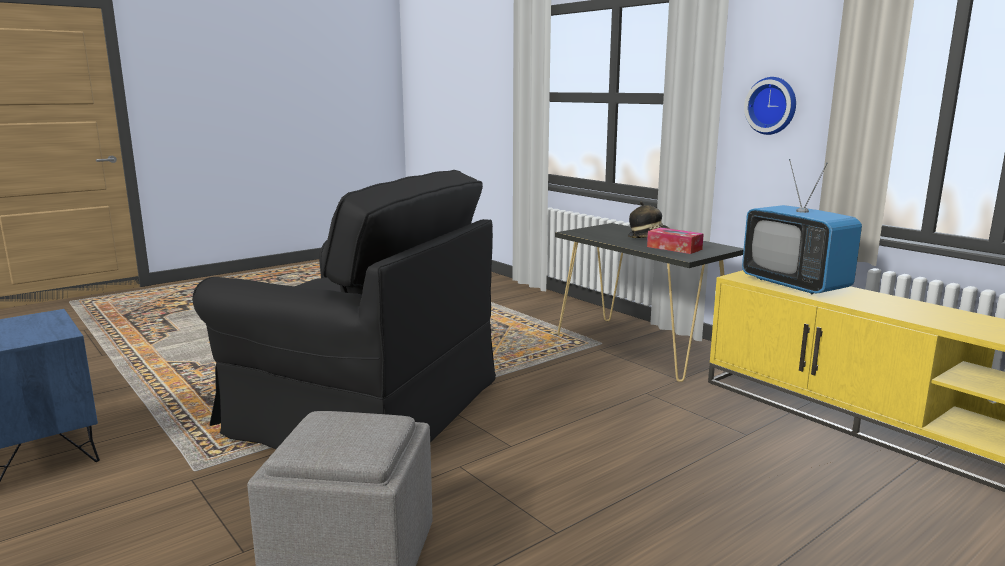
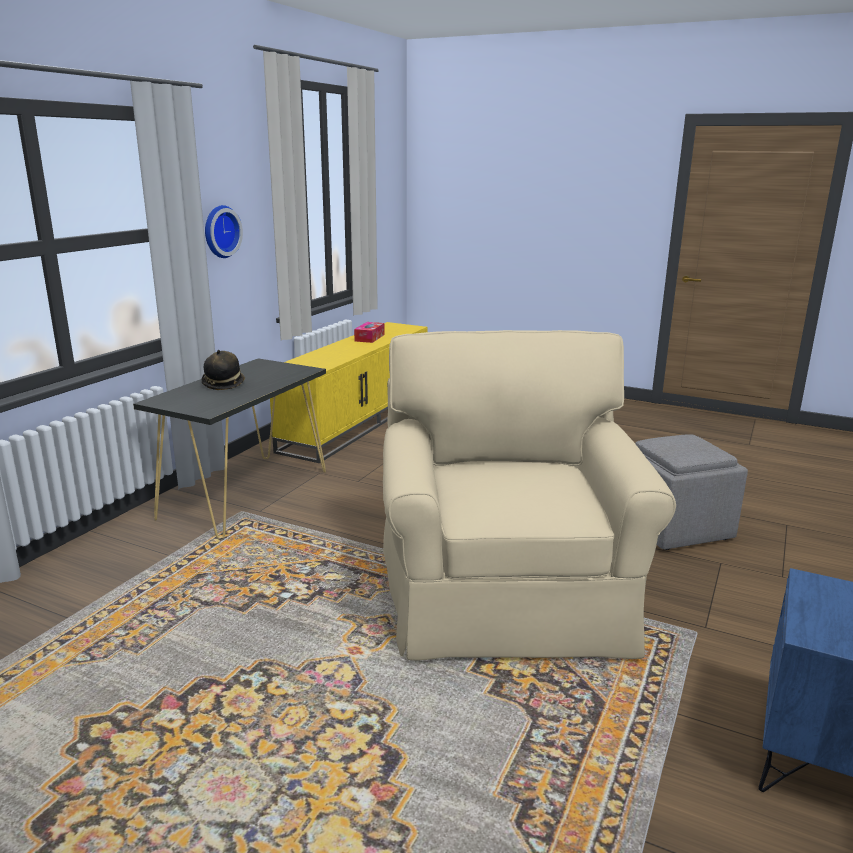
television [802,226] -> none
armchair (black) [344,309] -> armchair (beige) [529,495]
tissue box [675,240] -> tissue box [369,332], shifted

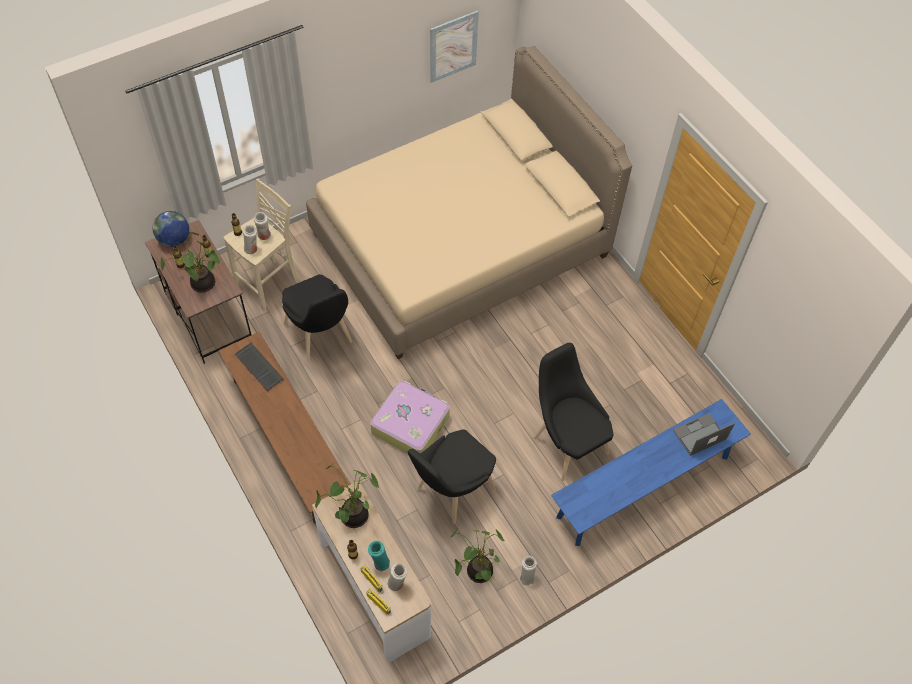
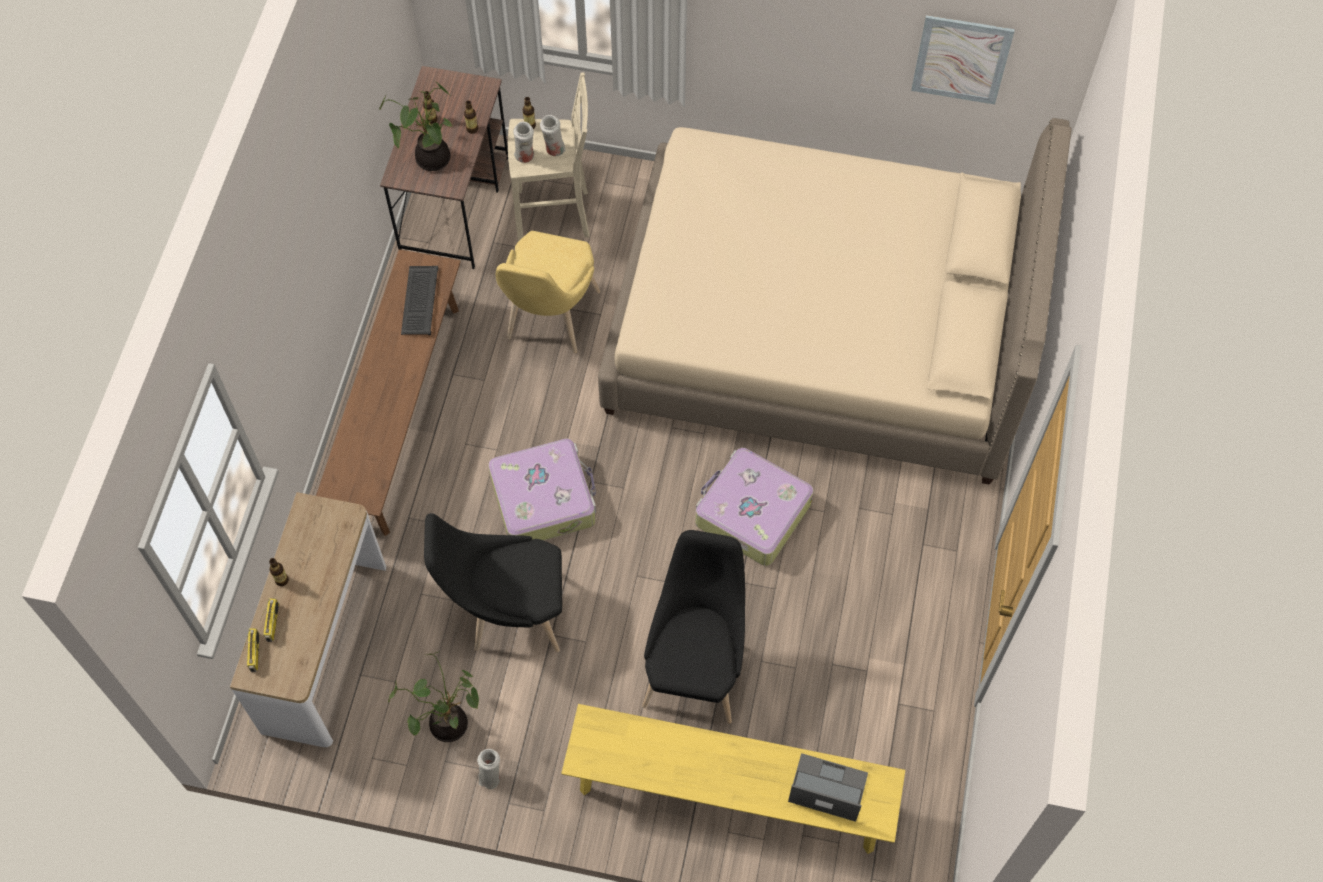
globe [171,229] -> none
chair (black) [317,318] -> chair (yellow) [548,292]
bench (blue) [651,472] -> bench (yellow) [733,779]
potted plant [347,495] -> none
vase (turquoise) [379,556] -> none
vase (white) [397,577] -> none
none -> suitcase [754,507]

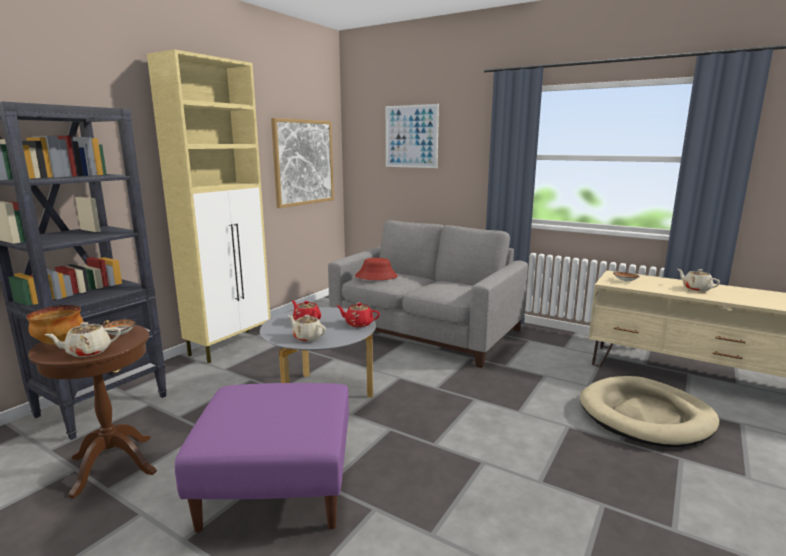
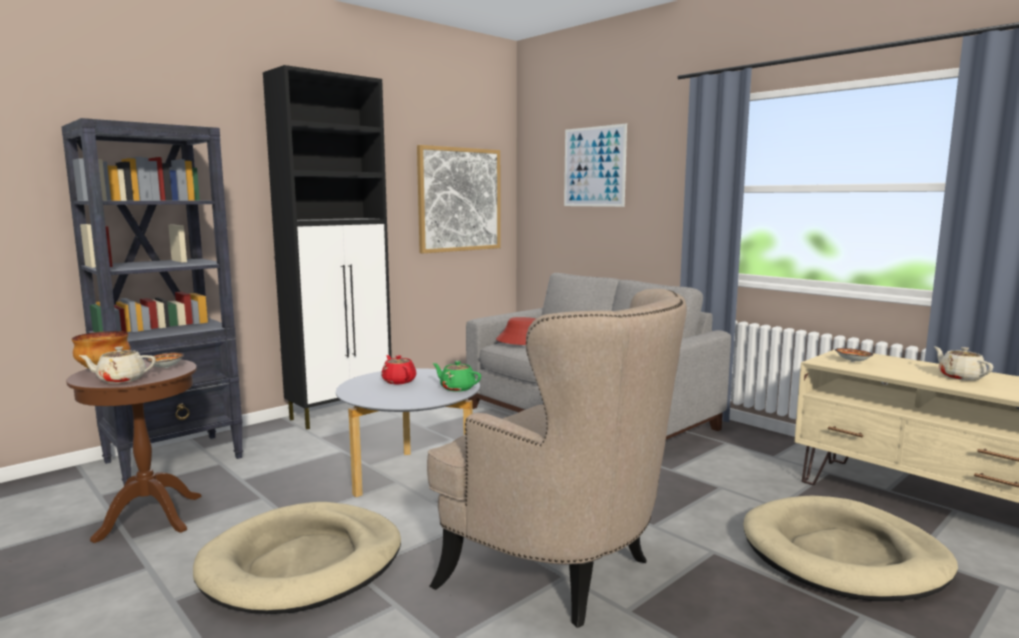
cabinet (beige) [209,206] -> cabinet (black) [327,247]
teapot (red) [358,315] -> teapot (green) [457,376]
teapot (beige) [307,328] -> none
ottoman (purple) [262,458] -> dog bed (beige) [297,558]
none -> armchair (beige) [557,458]

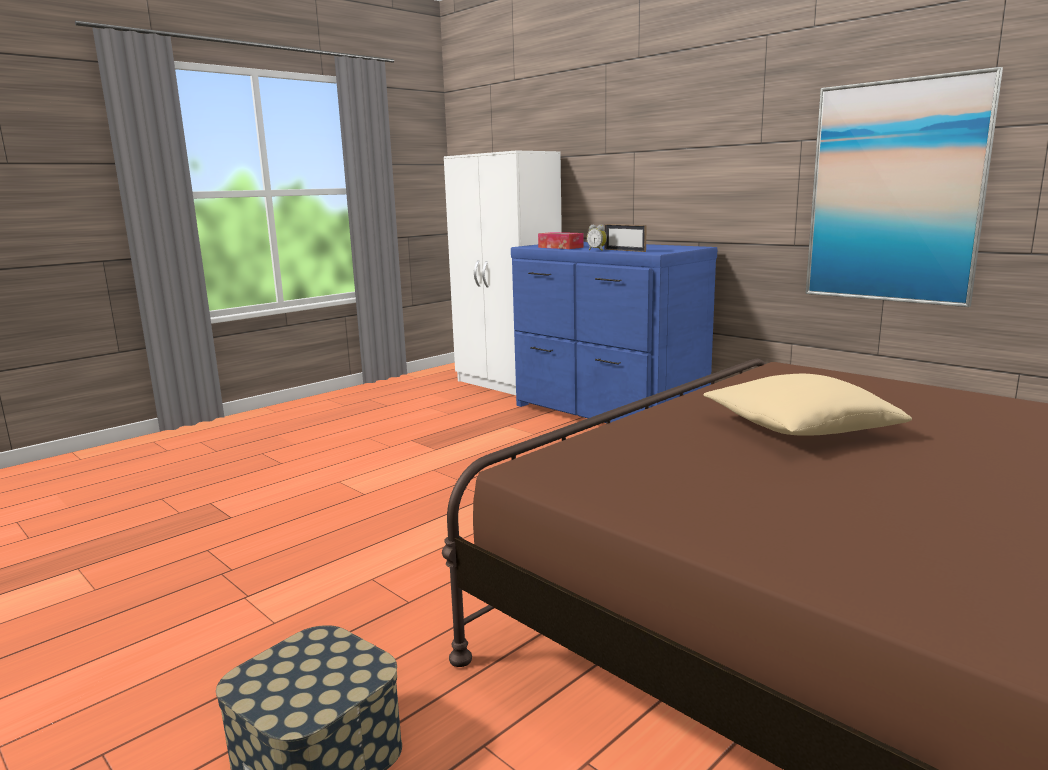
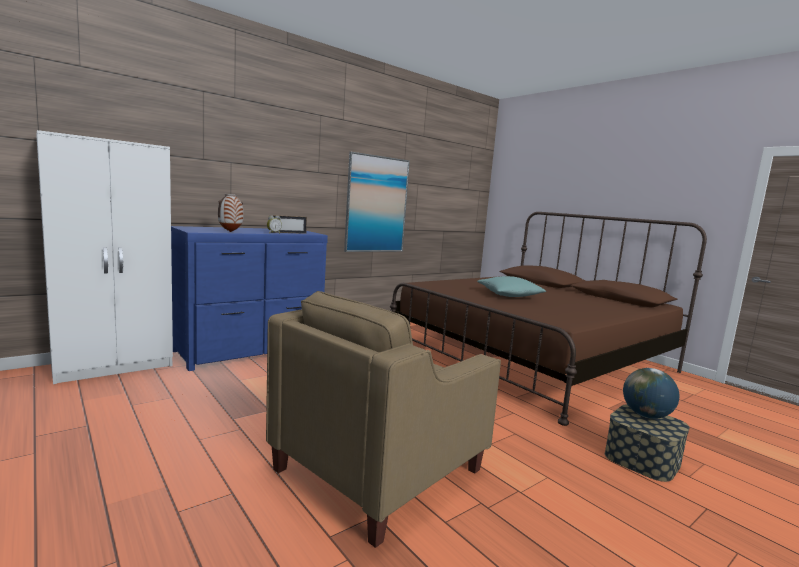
tissue box [560,240] -> vase [231,213]
pillow (beige) [808,405] -> pillow (turquoise) [512,286]
none -> armchair (beige) [383,419]
none -> globe [651,393]

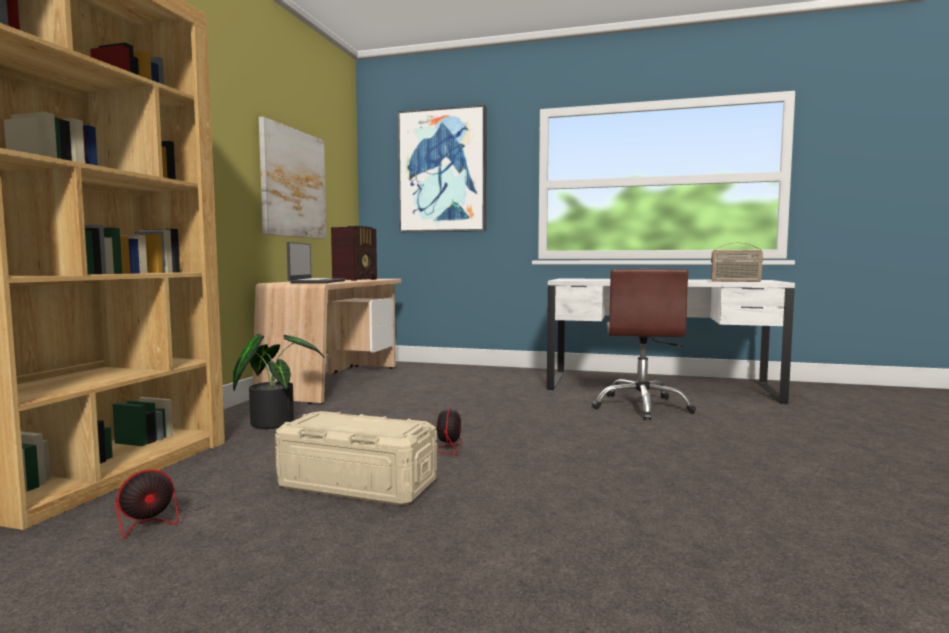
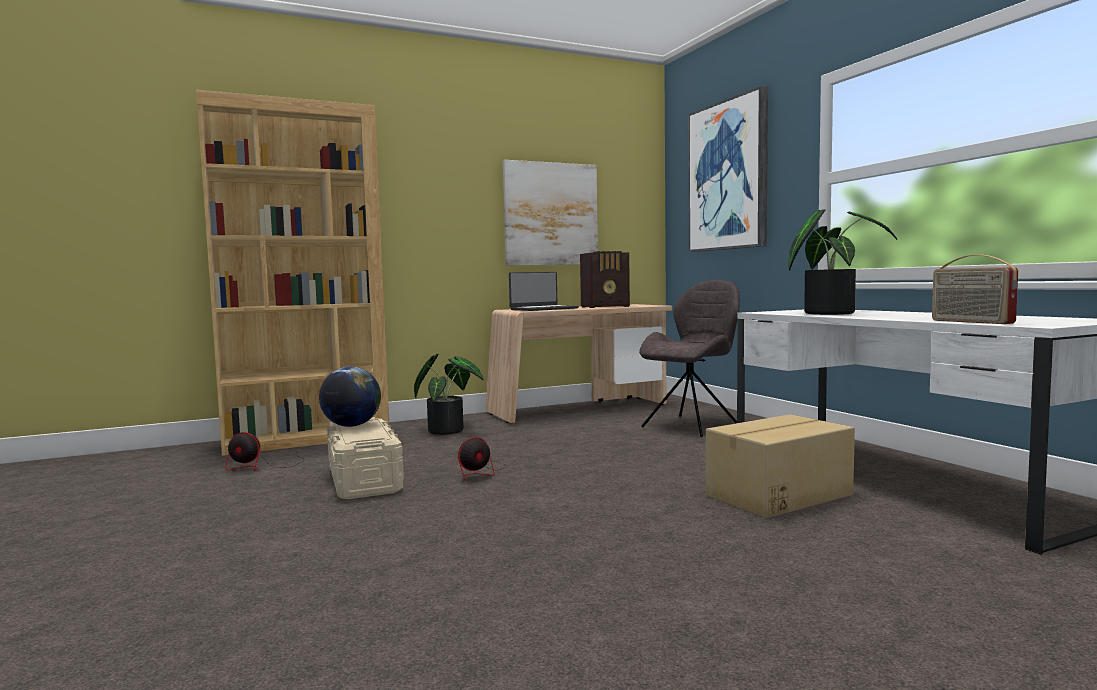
office chair (brown) [644,344] -> cardboard box [780,466]
none -> potted plant [843,262]
none -> chair (grey) [689,358]
none -> globe [350,397]

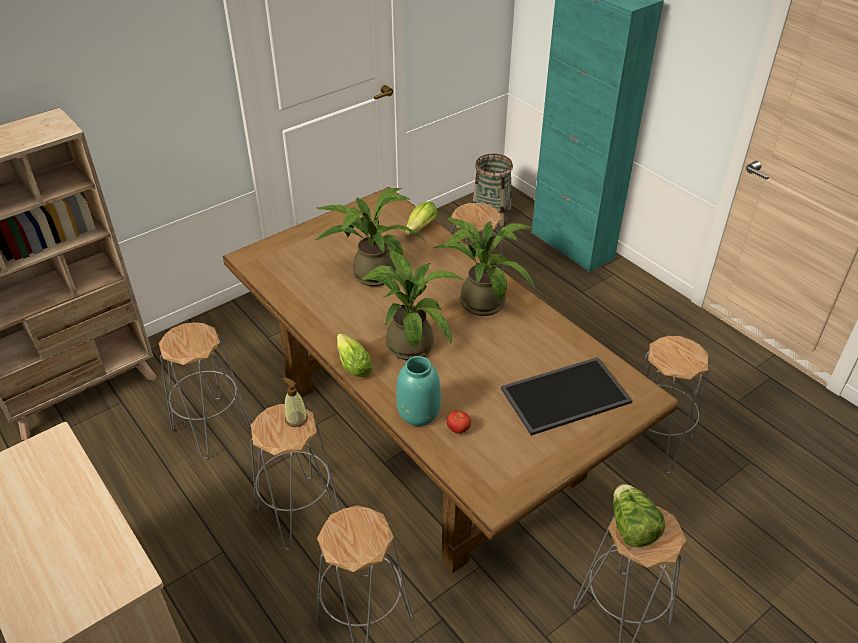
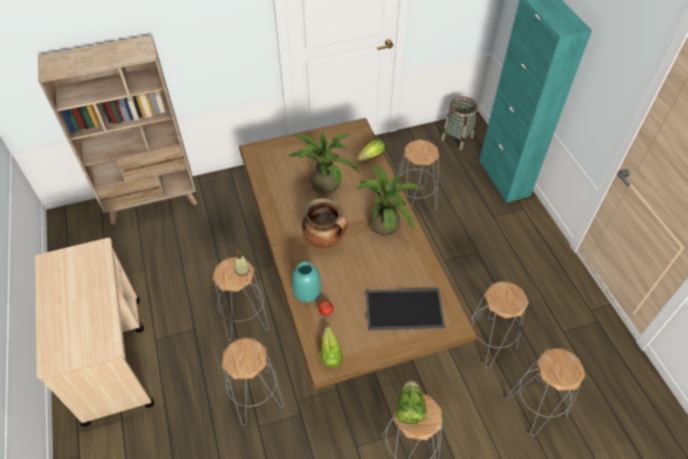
potted plant [412,305] -> cooking pot [325,223]
stool (grey) [205,390] -> stool (grey) [545,392], shifted
lettuce [354,355] -> lettuce [331,347], shifted

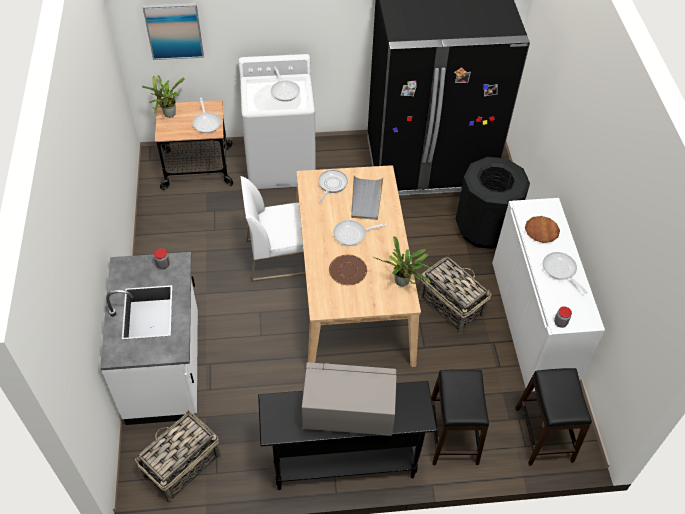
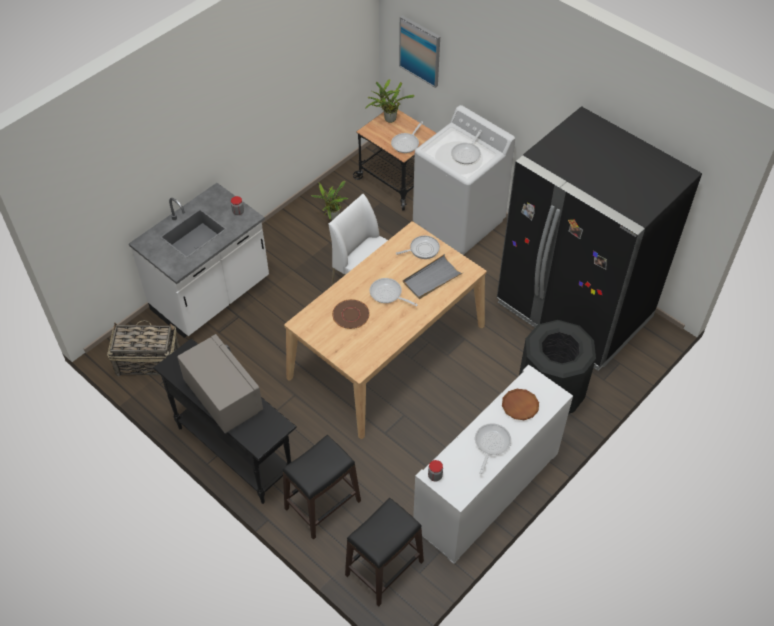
potted plant [402,261] -> potted plant [329,200], shifted
basket [455,294] -> none

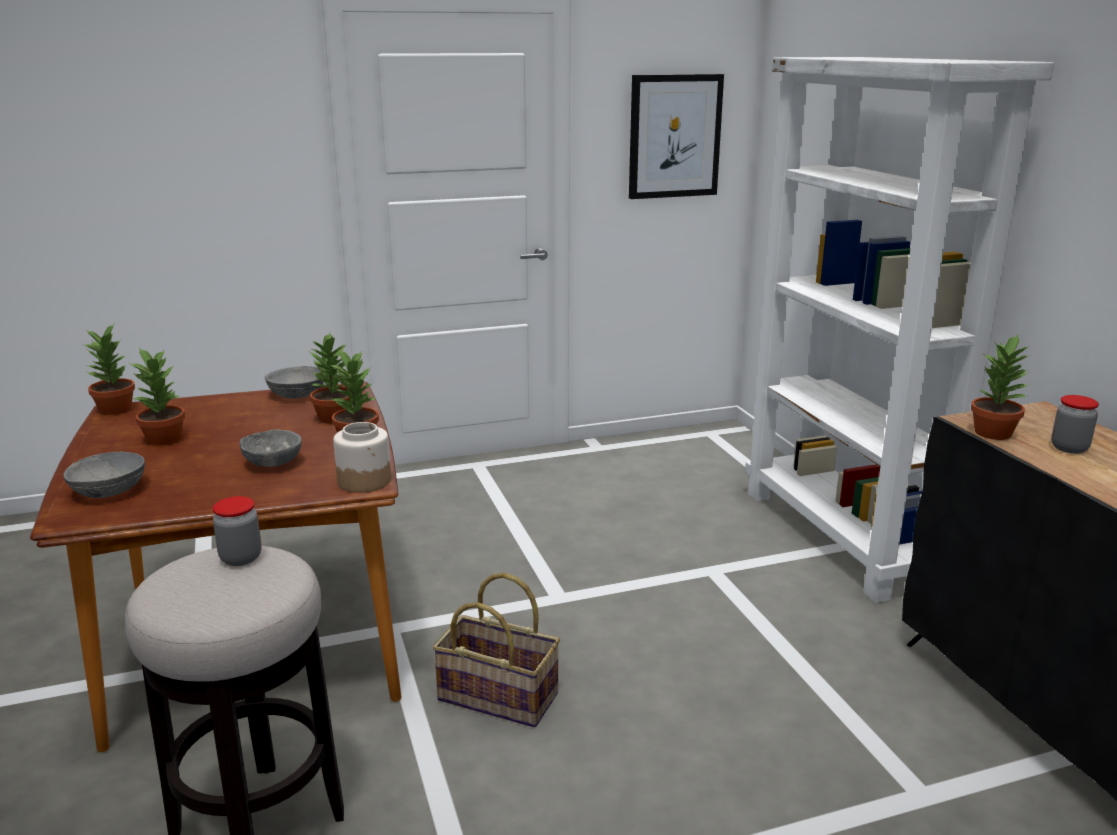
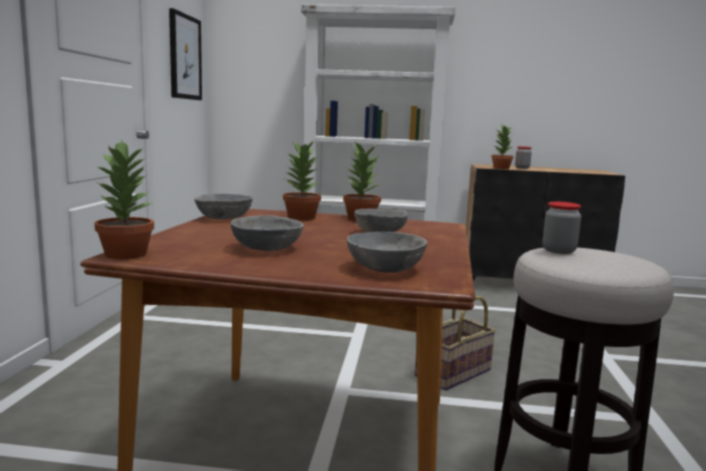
potted plant [157,397] -> bowl (grey) [267,233]
jar [362,457] -> none

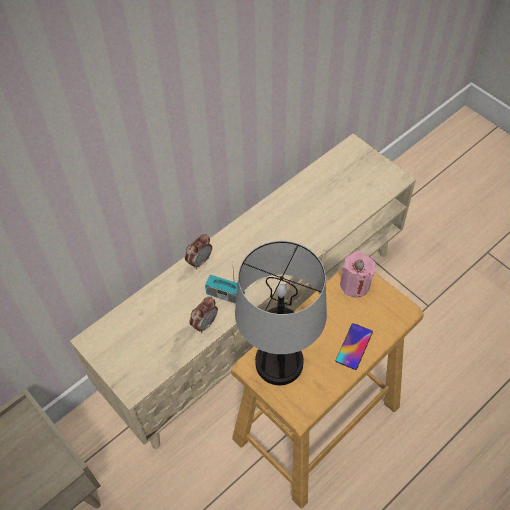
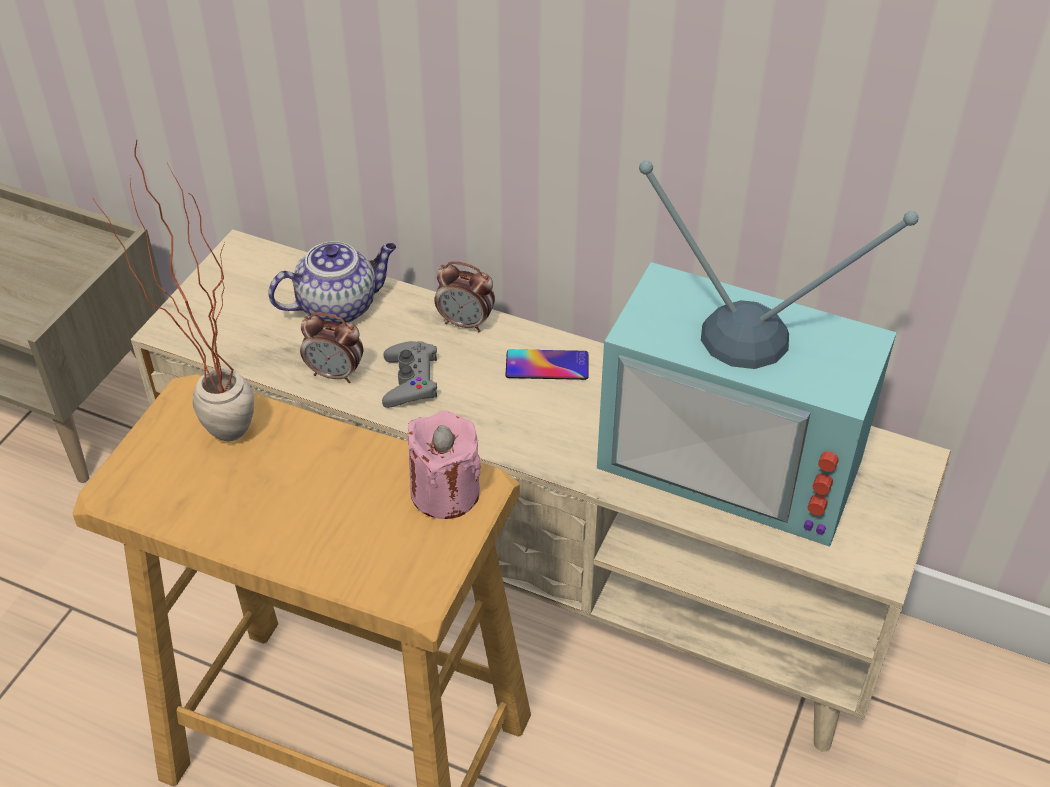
table lamp [281,313] -> potted plant [173,290]
radio [225,287] -> game controller (grey) [409,374]
phone [354,346] -> phone [547,364], shifted
none -> television [758,353]
none -> teapot [332,282]

